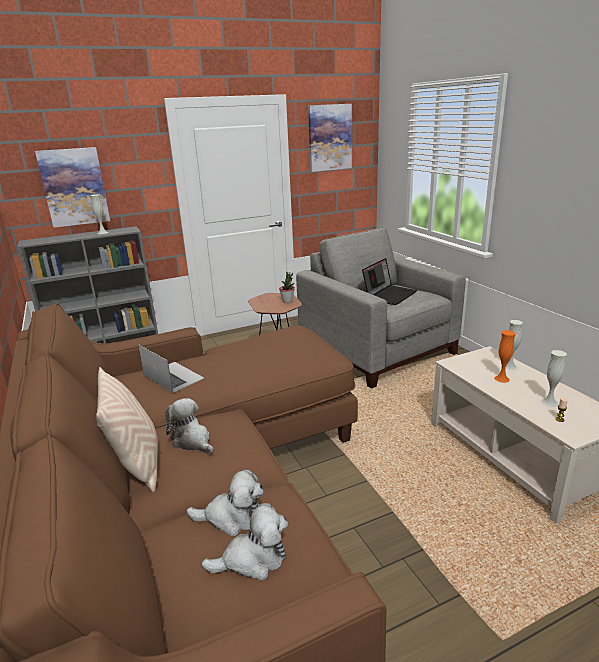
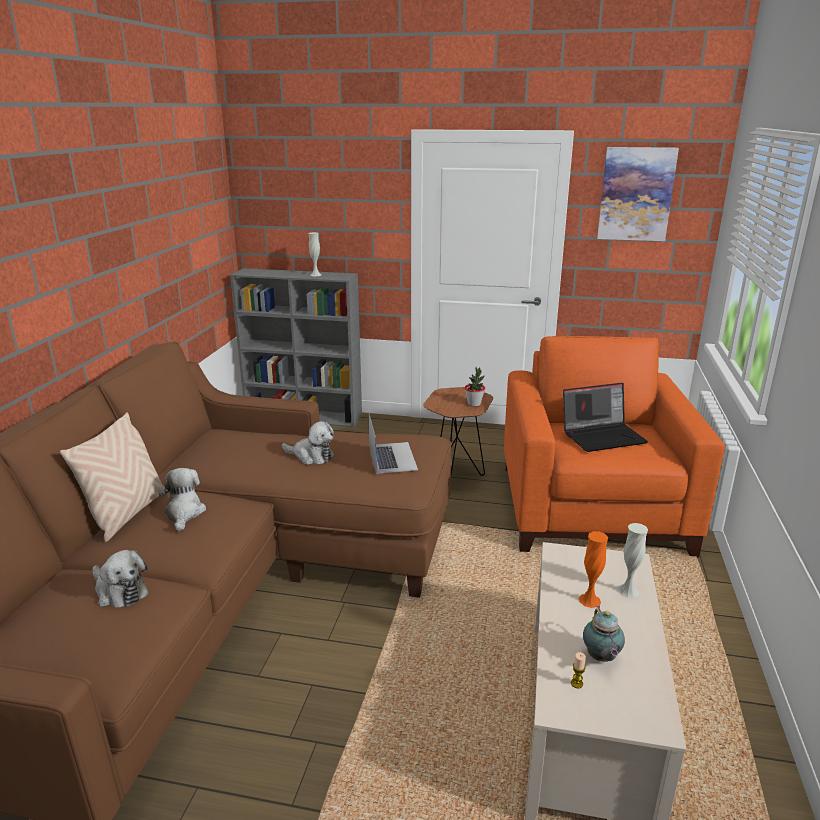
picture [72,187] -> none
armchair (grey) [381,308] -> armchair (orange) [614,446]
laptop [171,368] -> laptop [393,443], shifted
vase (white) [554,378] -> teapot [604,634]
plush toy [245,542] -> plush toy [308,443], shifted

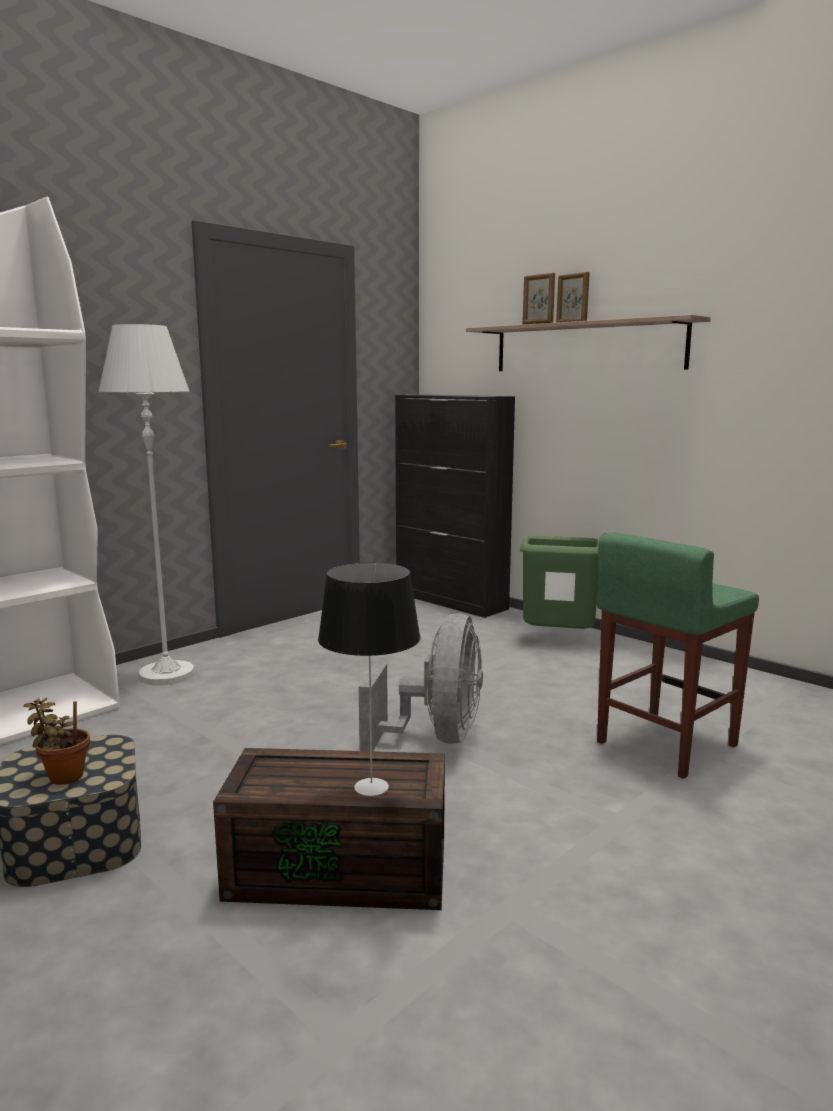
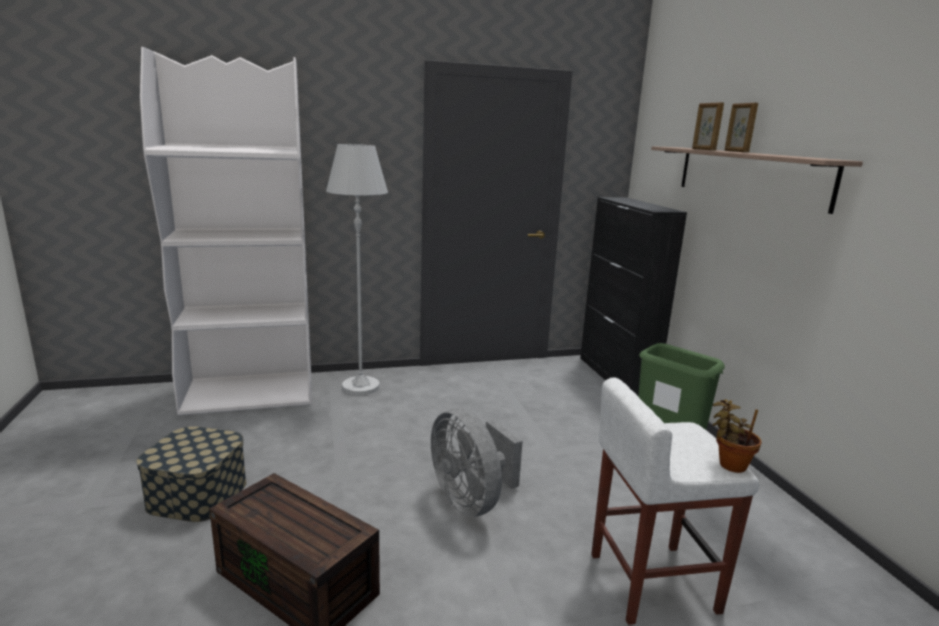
stool (green) [678,655] -> stool (white) [675,501]
table lamp [369,679] -> none
fan (grey) [421,682] -> fan (grey) [477,462], 105 degrees clockwise
potted plant [56,741] -> potted plant [737,436], shifted

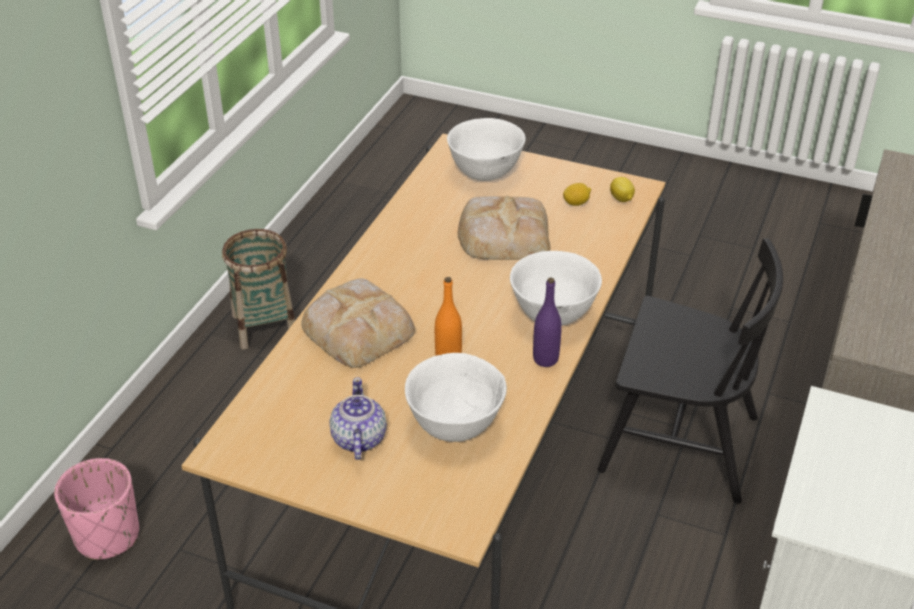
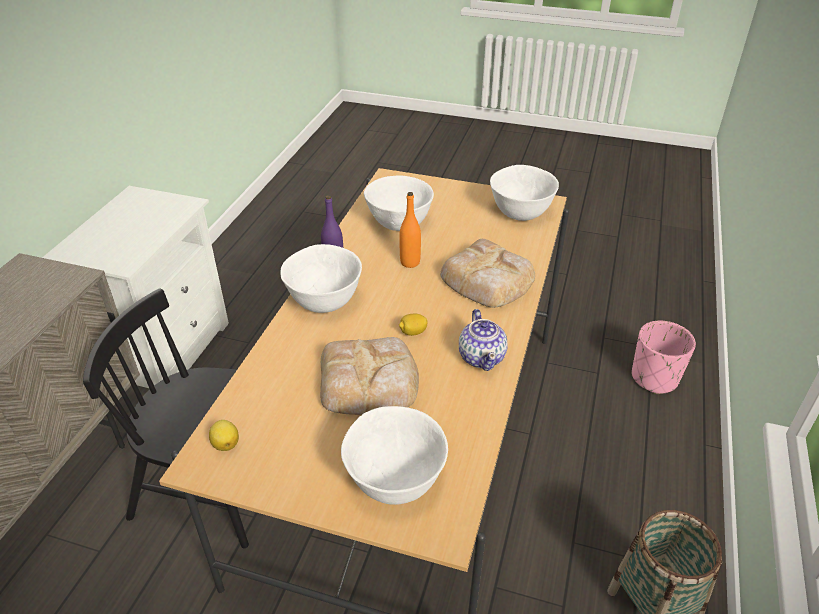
lemon [577,194] -> lemon [413,325], shifted
teapot [358,418] -> teapot [483,340], shifted
none -> bowl (white) [524,193]

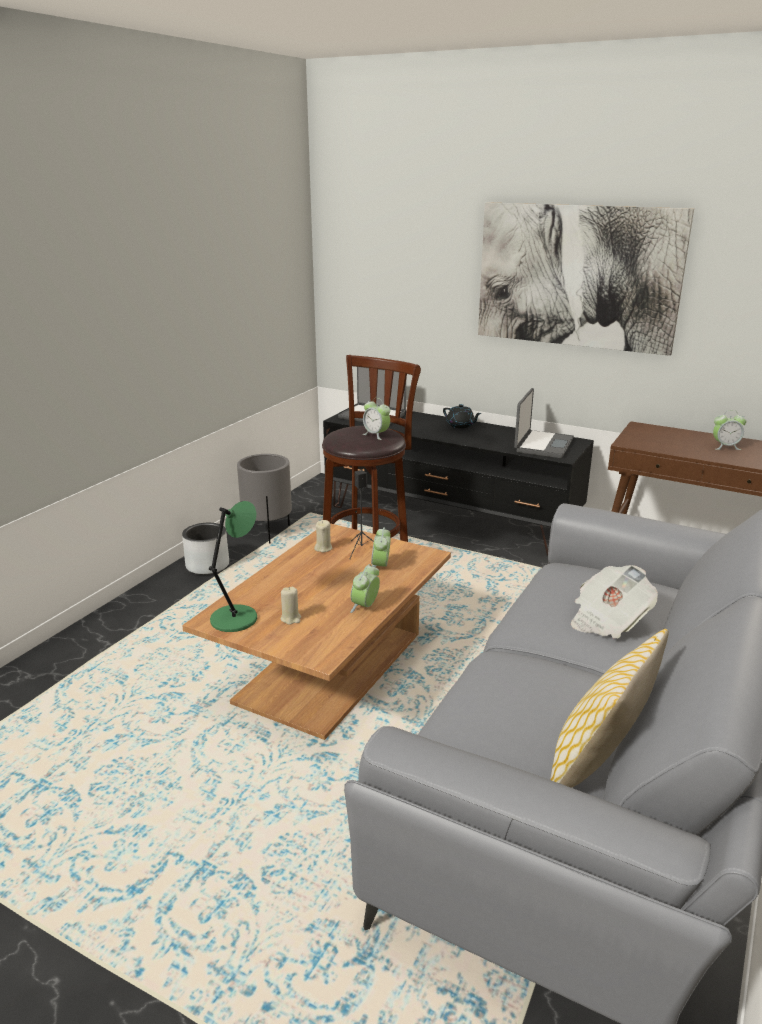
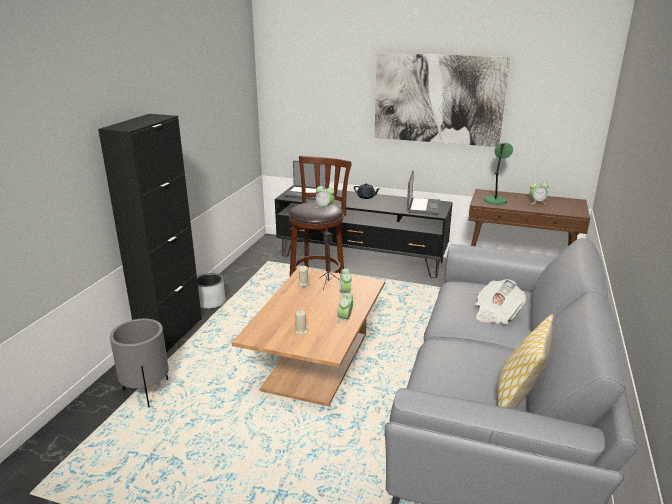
planter (grey) [264,499] -> planter (grey) [139,363], shifted
table lamp (green) [233,566] -> table lamp (green) [498,173], shifted
none -> cabinet (black) [150,233]

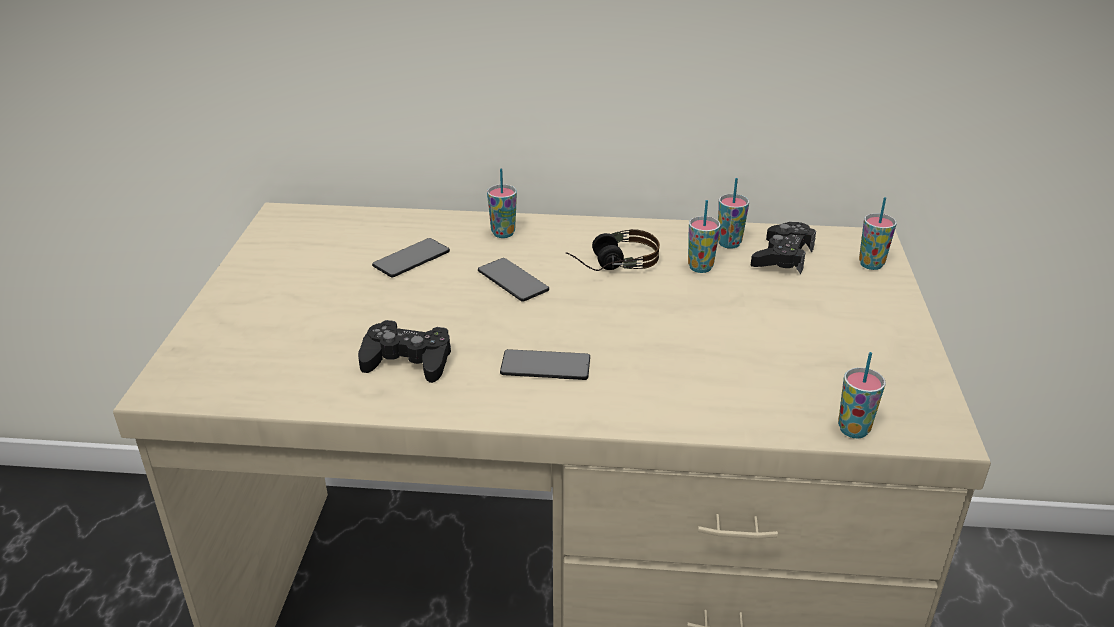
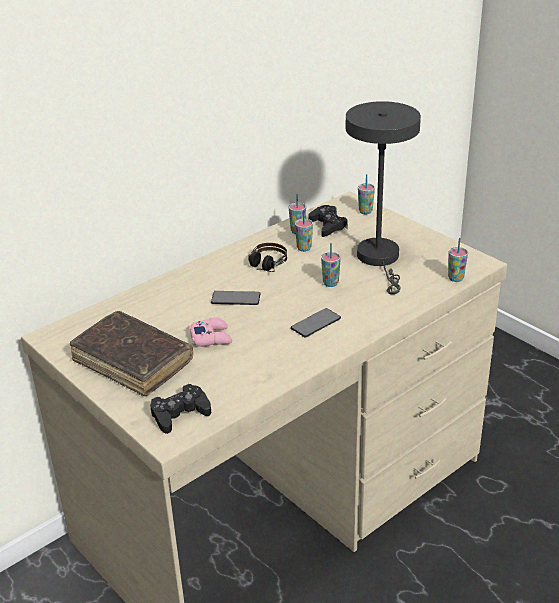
cup [502,203] -> cup [331,265], shifted
phone [411,258] -> none
game controller (black) [404,351] -> game controller (black) [180,409], shifted
none -> table lamp (grey) [383,198]
none -> book (brown) [131,353]
none -> game controller (pink) [210,332]

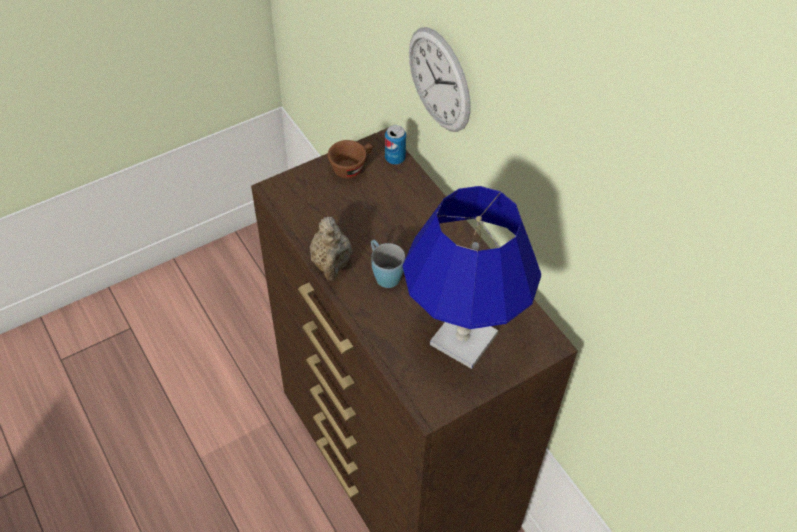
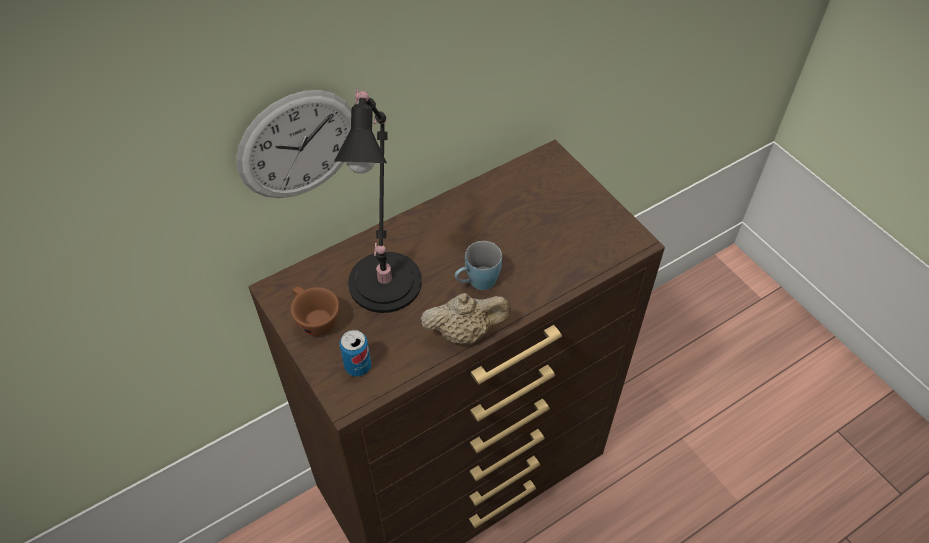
can [395,145] -> can [355,353], shifted
table lamp (blue) [472,277] -> none
none -> table lamp (black) [378,200]

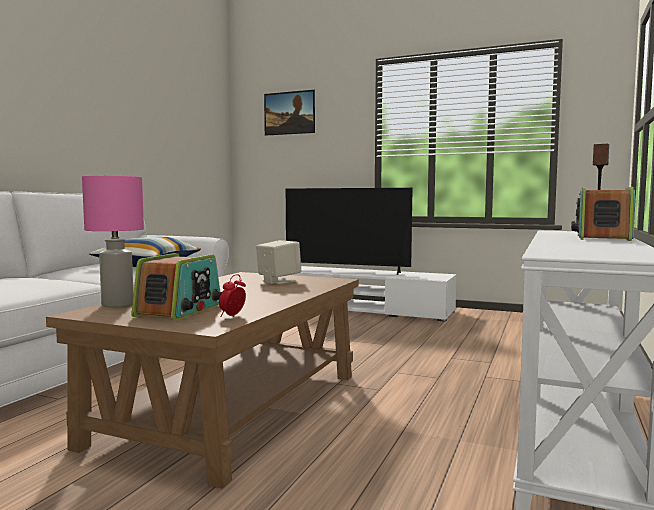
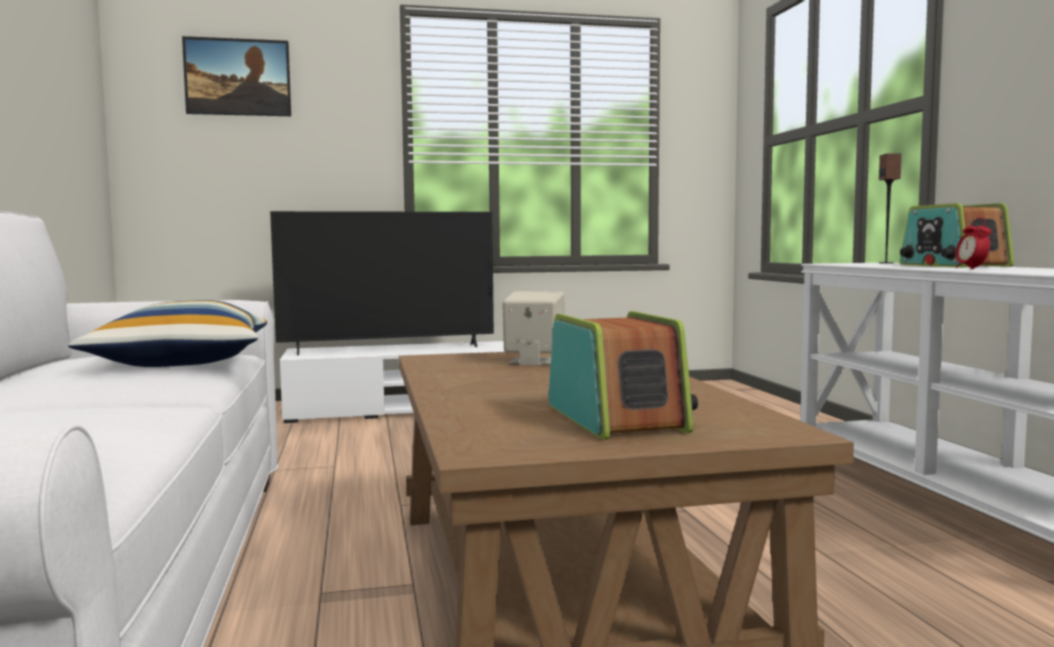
table lamp (pink) [113,242] -> none
alarm clock [232,295] -> alarm clock [974,243], shifted

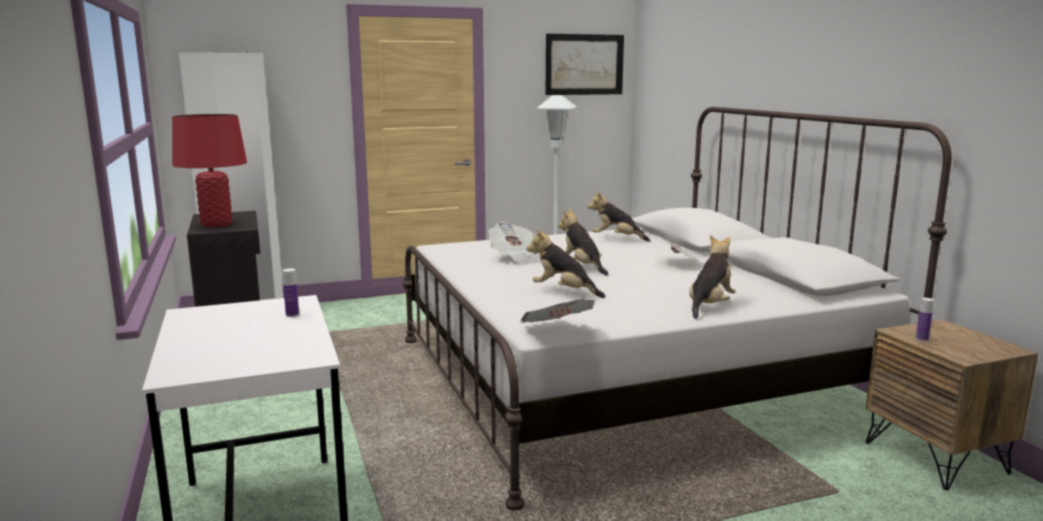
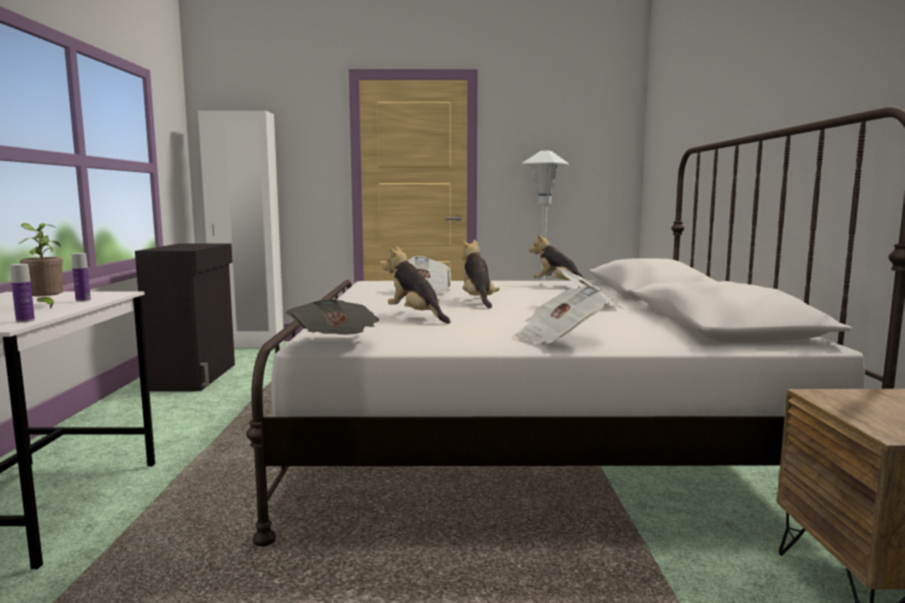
picture [585,64] -> none
table lamp (red) [209,170] -> none
plush toy [712,277] -> newspaper [559,314]
bottle [925,319] -> bottle [22,293], shifted
none -> potted plant [41,266]

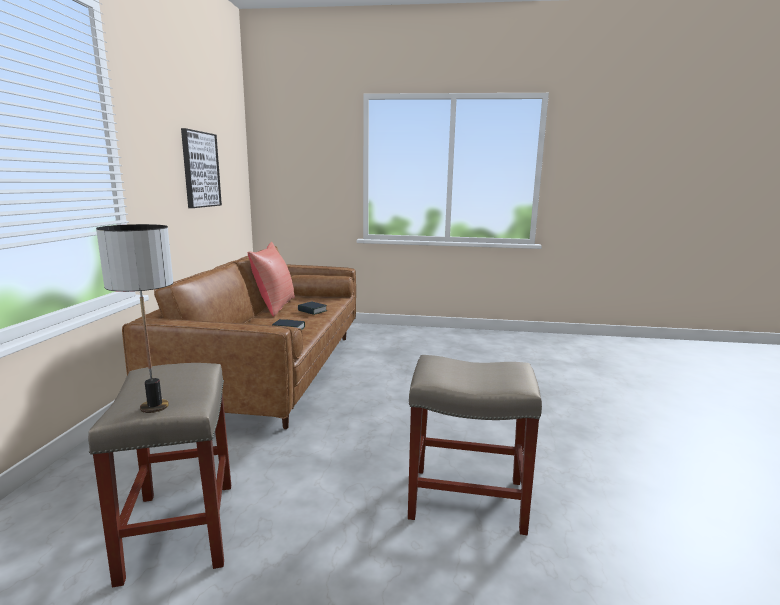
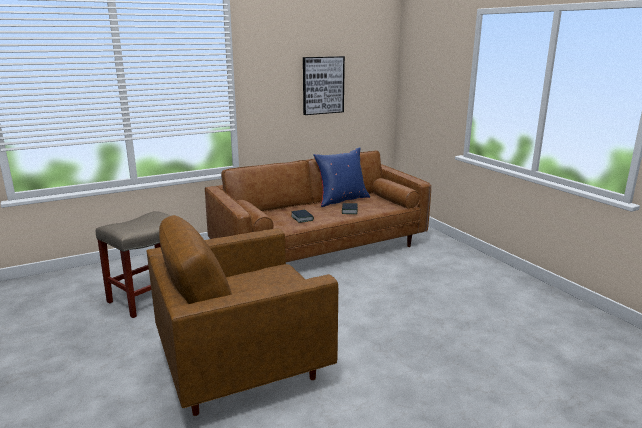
table lamp [134,318] -> none
pillow (red) [271,279] -> pillow (blue) [341,177]
stool (beige) [475,445] -> armchair (brown) [242,315]

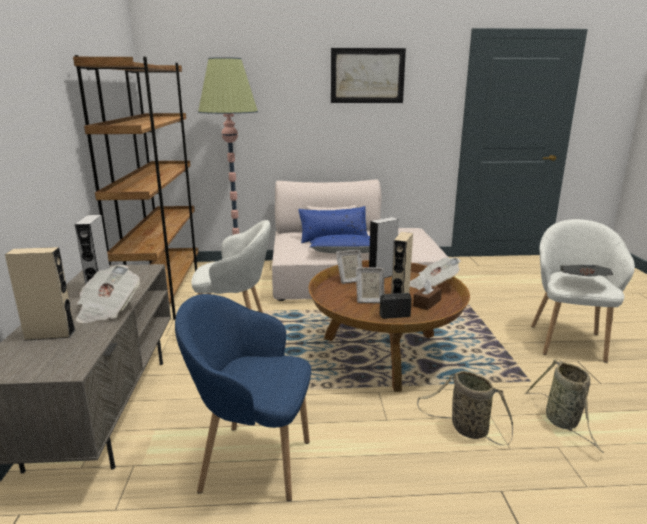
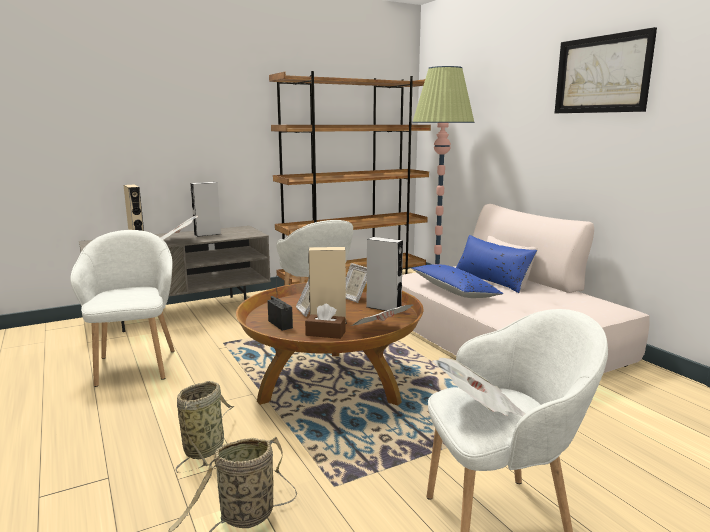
armchair (blue) [243,397] -> armchair (white) [122,308]

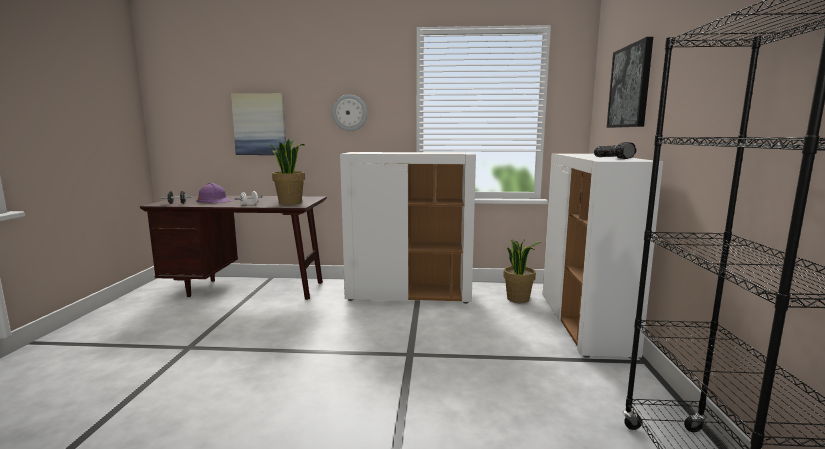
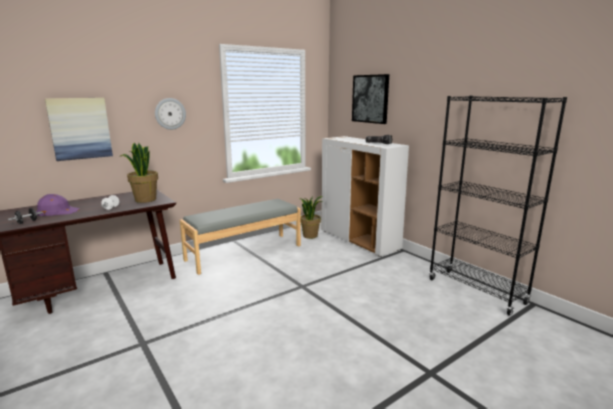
cabinet (white) [408,228] -> bench (grey) [240,237]

